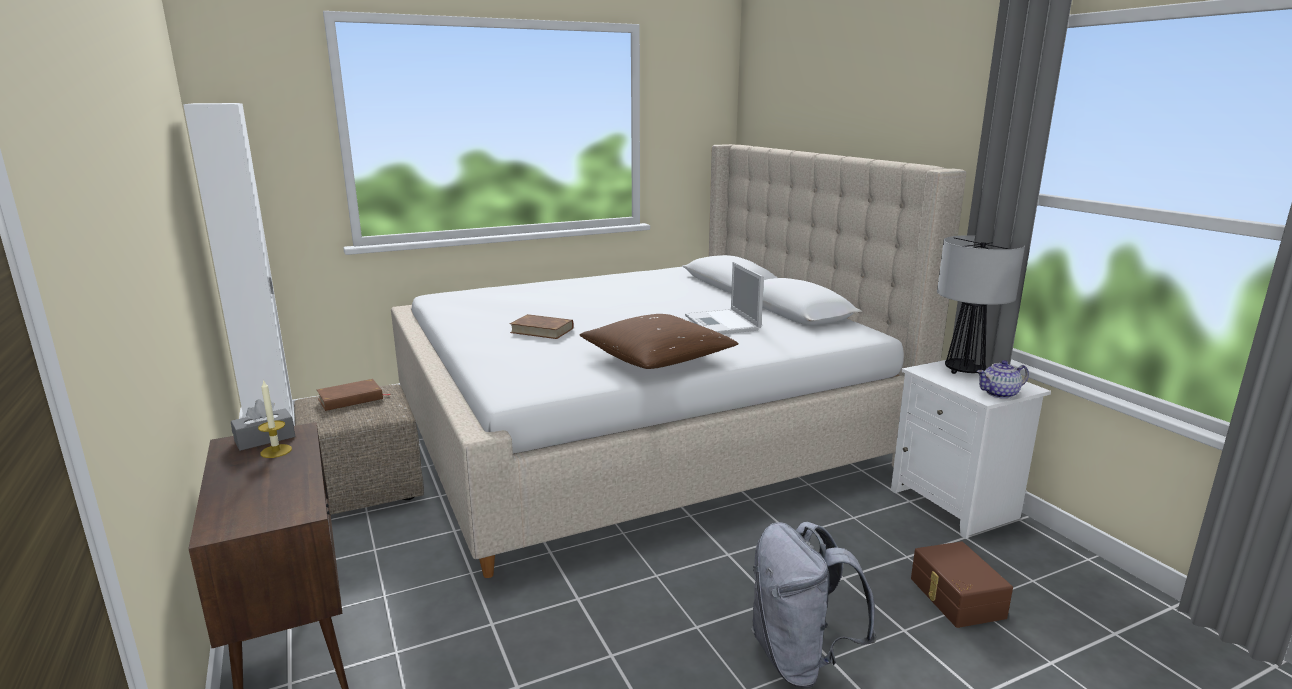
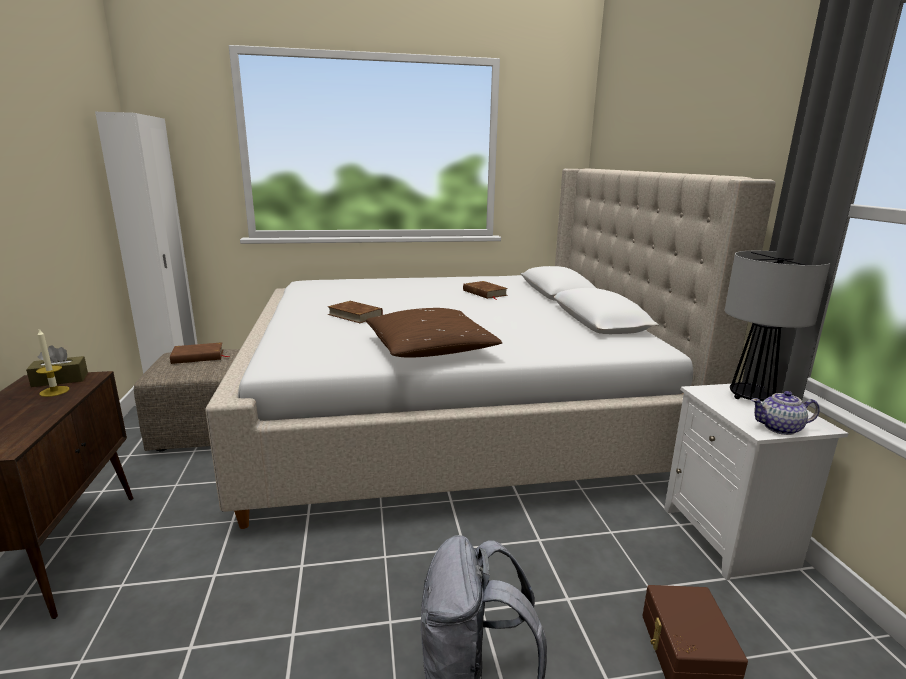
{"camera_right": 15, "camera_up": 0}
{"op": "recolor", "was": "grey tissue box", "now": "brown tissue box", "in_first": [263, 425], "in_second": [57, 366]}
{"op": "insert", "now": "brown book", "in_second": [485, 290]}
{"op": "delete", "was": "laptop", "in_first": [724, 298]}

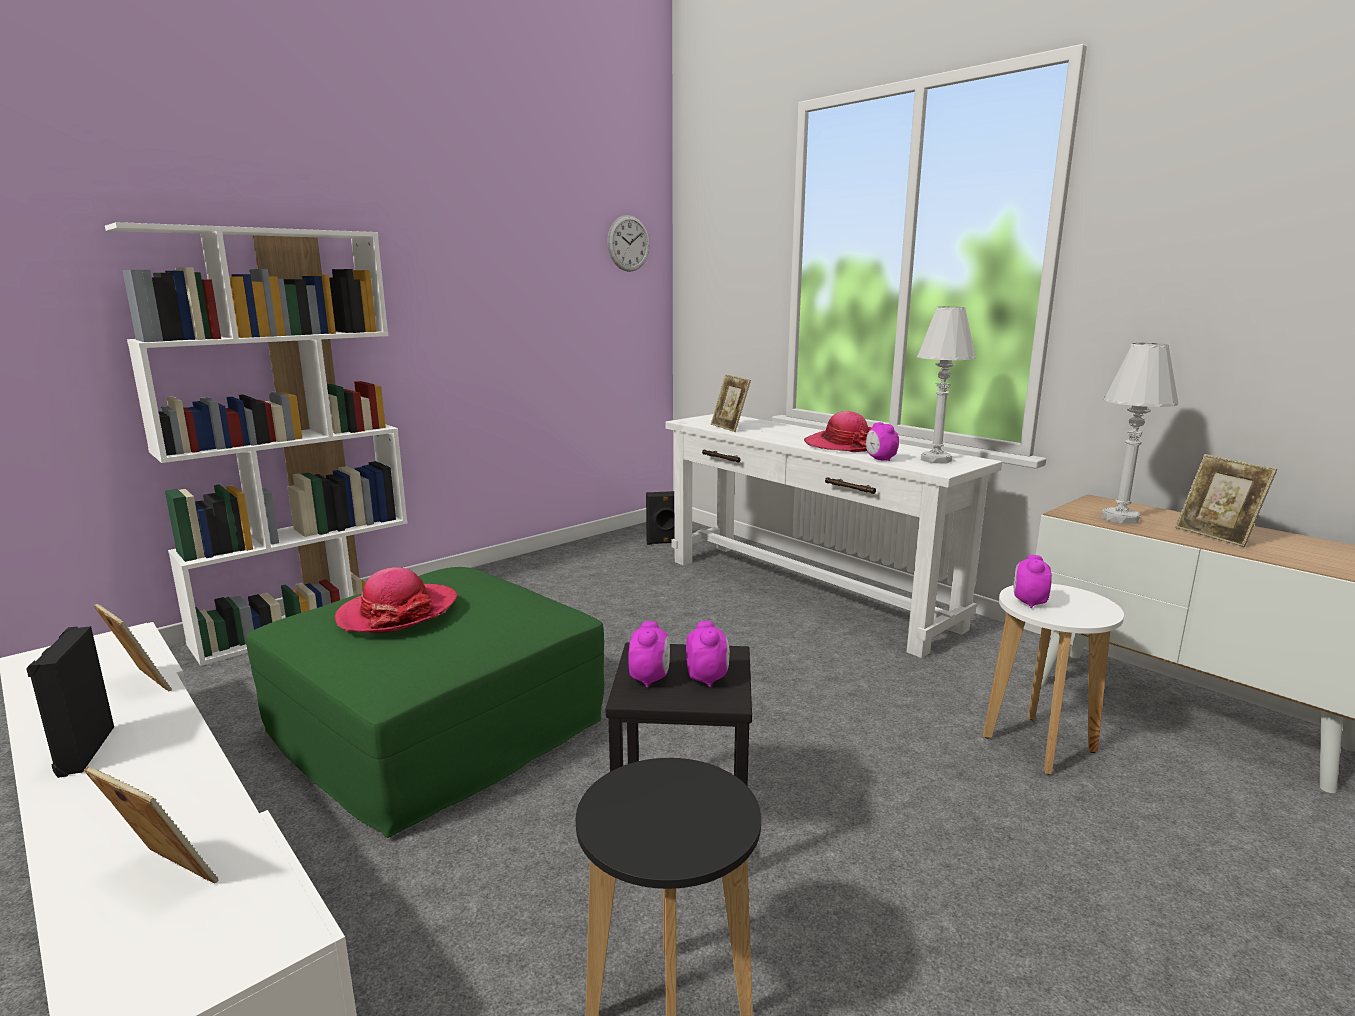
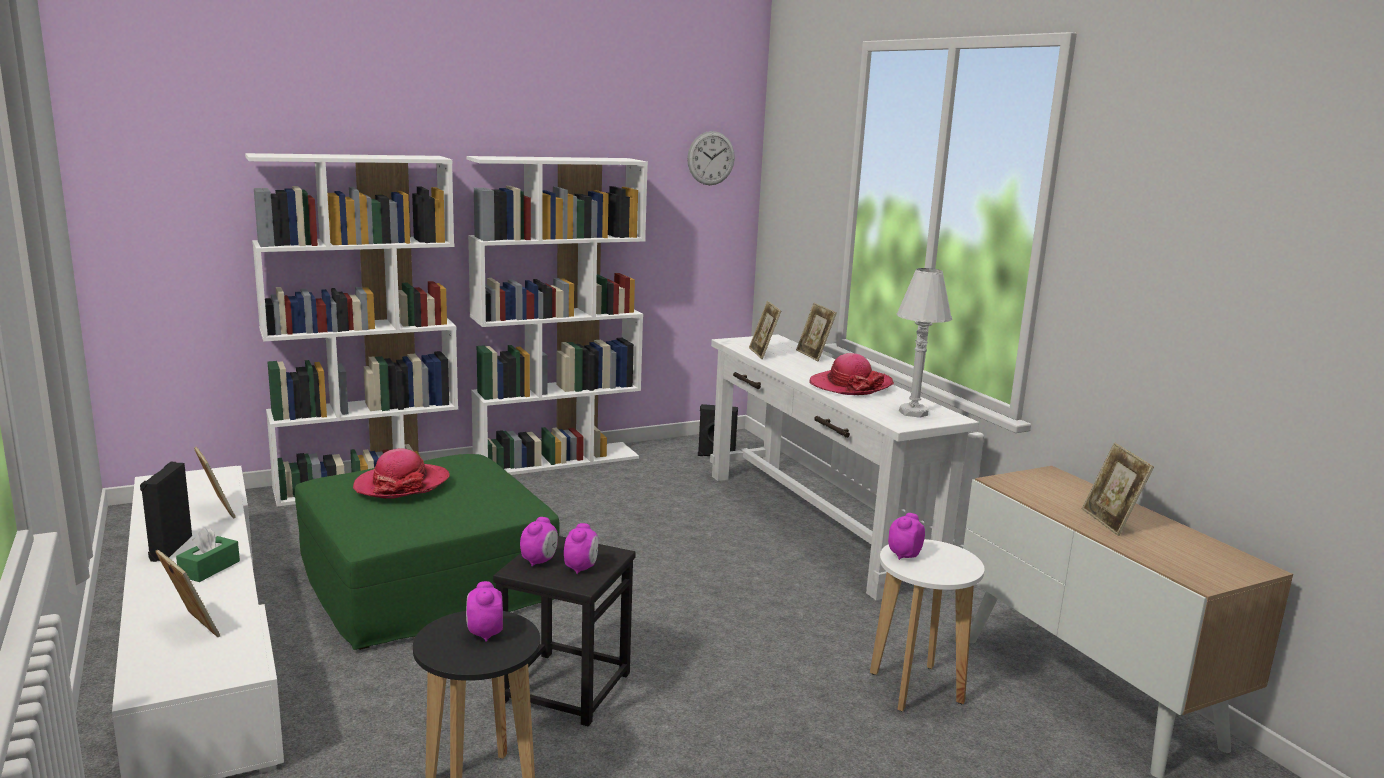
{"camera_right": 15, "camera_up": 0}
{"op": "insert", "now": "green tissue box", "in_second": [208, 554]}
{"op": "move", "was": "alarm clock", "in_first": [882, 442], "in_second": [484, 611]}
{"op": "insert", "now": "white bookcase", "in_second": [557, 315]}
{"op": "insert", "now": "picture frame", "in_second": [816, 332]}
{"op": "delete", "was": "white table lamp", "in_first": [1140, 433]}

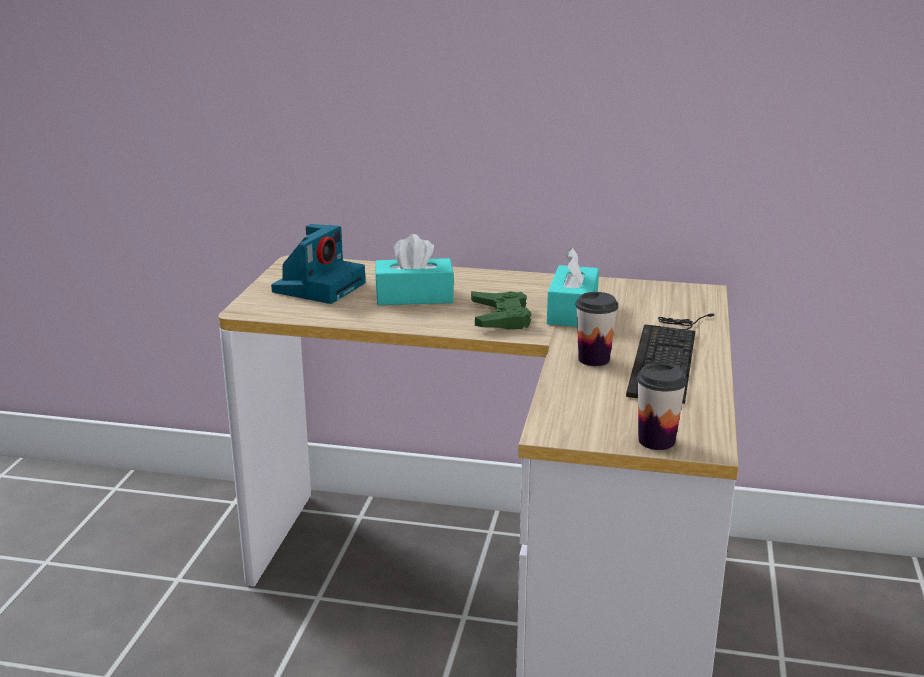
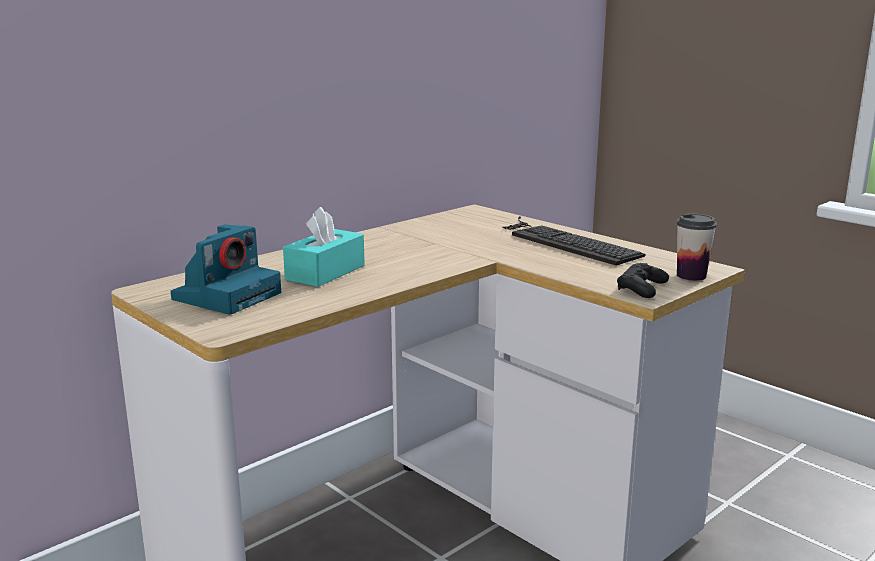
{"camera_right": -55, "camera_up": -5}
{"op": "rotate", "was": "photo camera", "in_first": [318, 264], "in_second": [226, 269], "clockwise": 60}
{"op": "insert", "now": "black game controller", "in_second": [643, 280]}
{"op": "delete", "was": "green game controller", "in_first": [501, 310]}
{"op": "delete", "was": "turquoise tissue box", "in_first": [573, 287]}
{"op": "delete", "was": "cup", "in_first": [597, 329]}

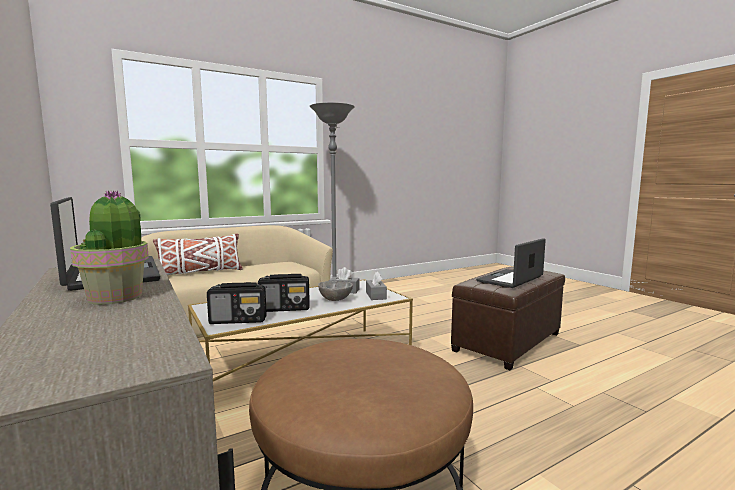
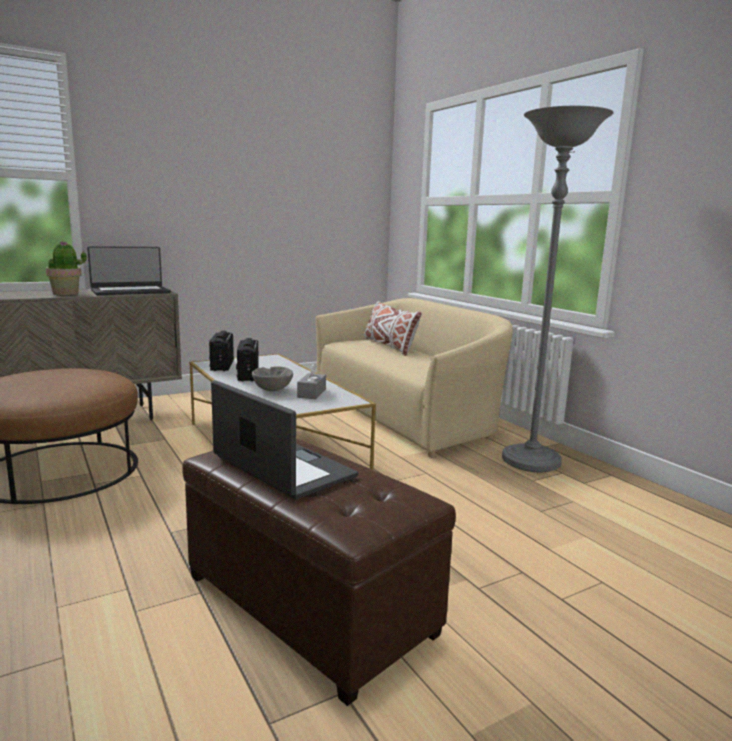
{"camera_right": 90, "camera_up": 5}
{"op": "delete", "was": "grey tissue box", "in_first": [376, 285]}

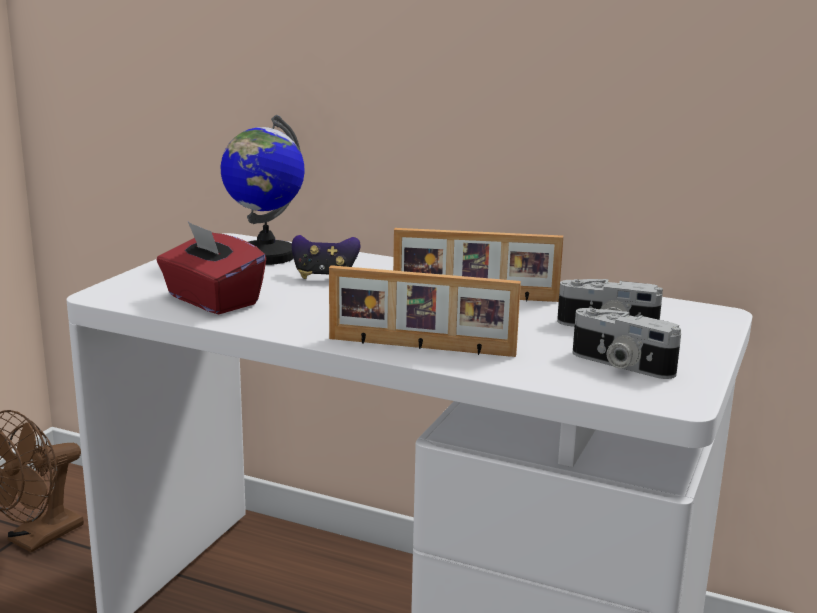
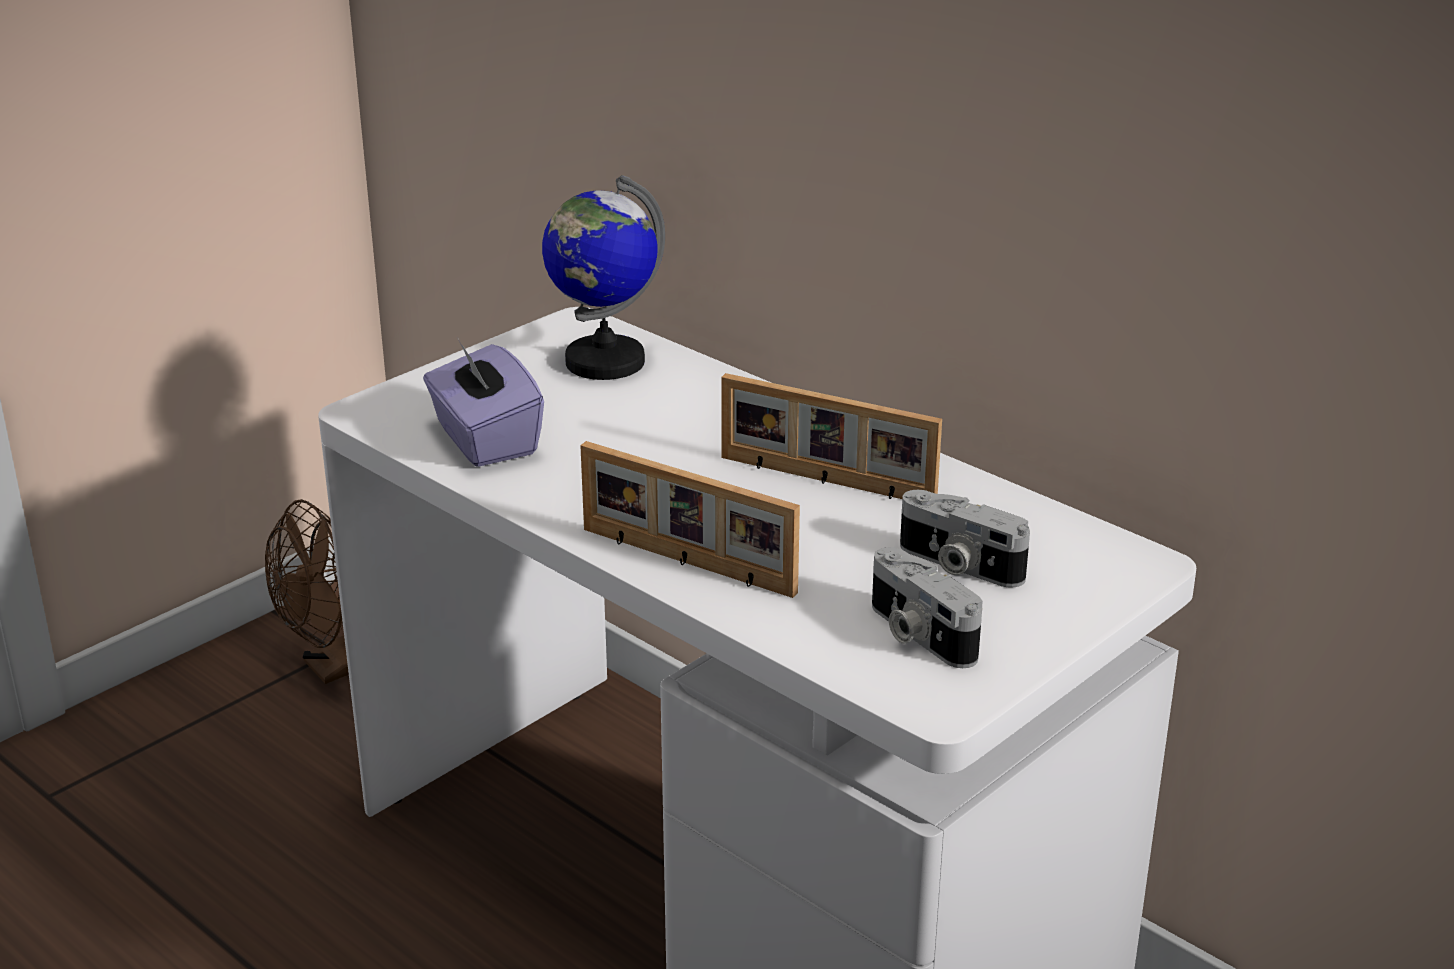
{"camera_right": 20, "camera_up": 10}
{"op": "recolor", "was": "red tissue box", "now": "purple tissue box", "in_first": [211, 268], "in_second": [483, 403]}
{"op": "delete", "was": "game controller", "in_first": [326, 257]}

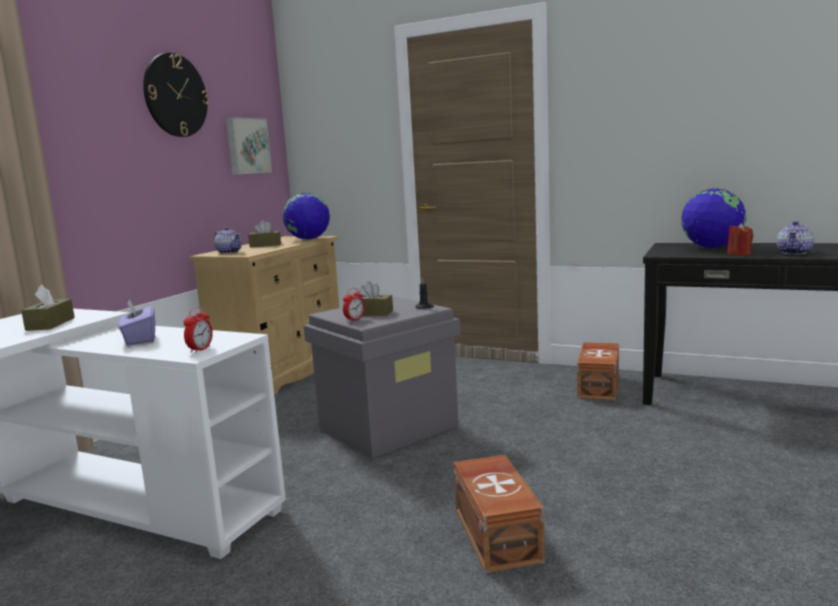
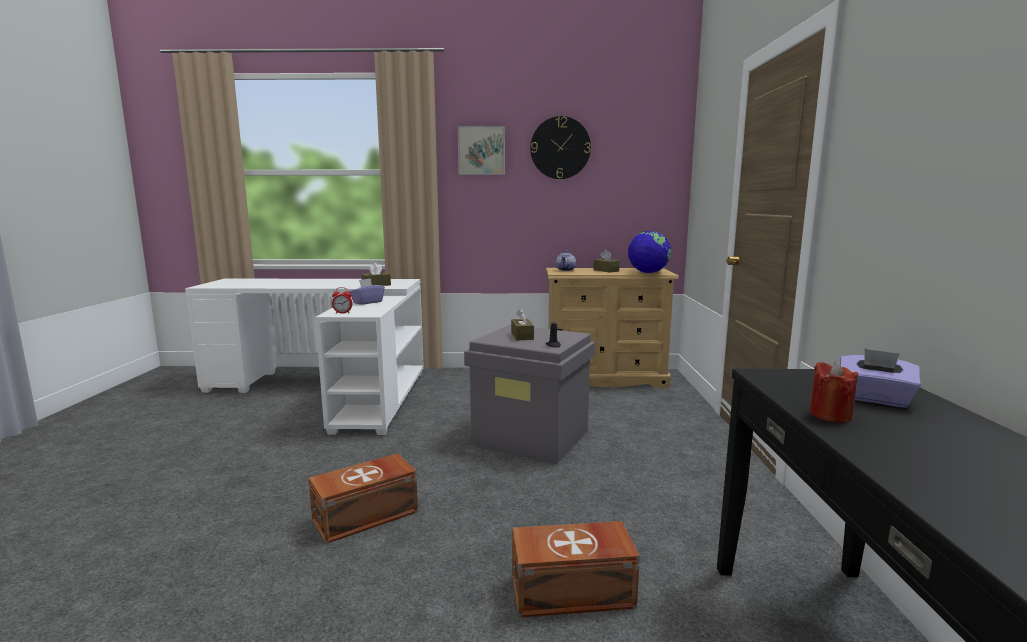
{"camera_right": 65, "camera_up": 0}
{"op": "move", "was": "picture", "in_first": [249, 146], "in_second": [481, 150]}
{"op": "move", "was": "brown storage box", "in_first": [598, 371], "in_second": [576, 569]}
{"op": "replace", "was": "globe", "now": "purple tissue box", "in_first": [713, 218], "in_second": [880, 378]}
{"op": "delete", "was": "alarm clock", "in_first": [354, 305]}
{"op": "delete", "was": "teapot", "in_first": [795, 237]}

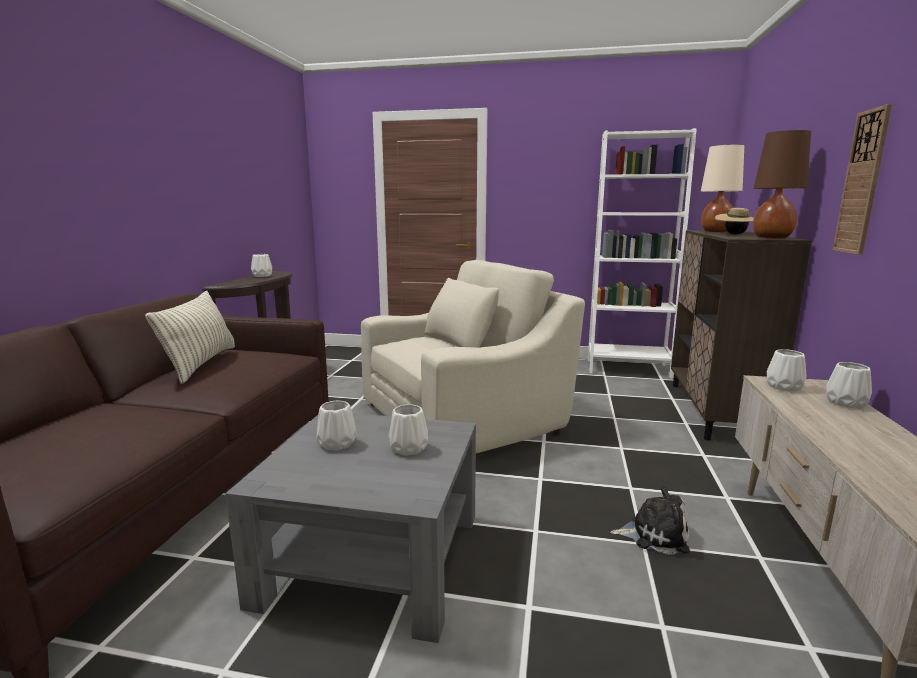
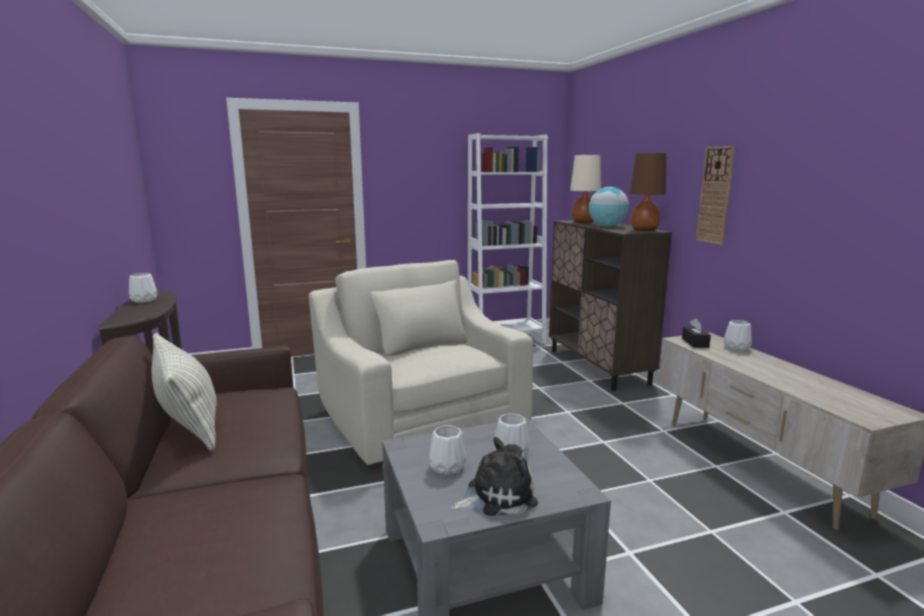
{"camera_right": -30, "camera_up": 0}
{"op": "rotate", "was": "beige armchair", "in_first": [473, 356], "in_second": [421, 364], "clockwise": -60}
{"op": "move", "was": "plush toy", "in_first": [650, 520], "in_second": [494, 476]}
{"op": "replace", "was": "beige hat", "now": "globe", "in_first": [734, 221], "in_second": [609, 207]}
{"op": "replace", "was": "white vase", "now": "black tissue box", "in_first": [787, 370], "in_second": [696, 333]}

